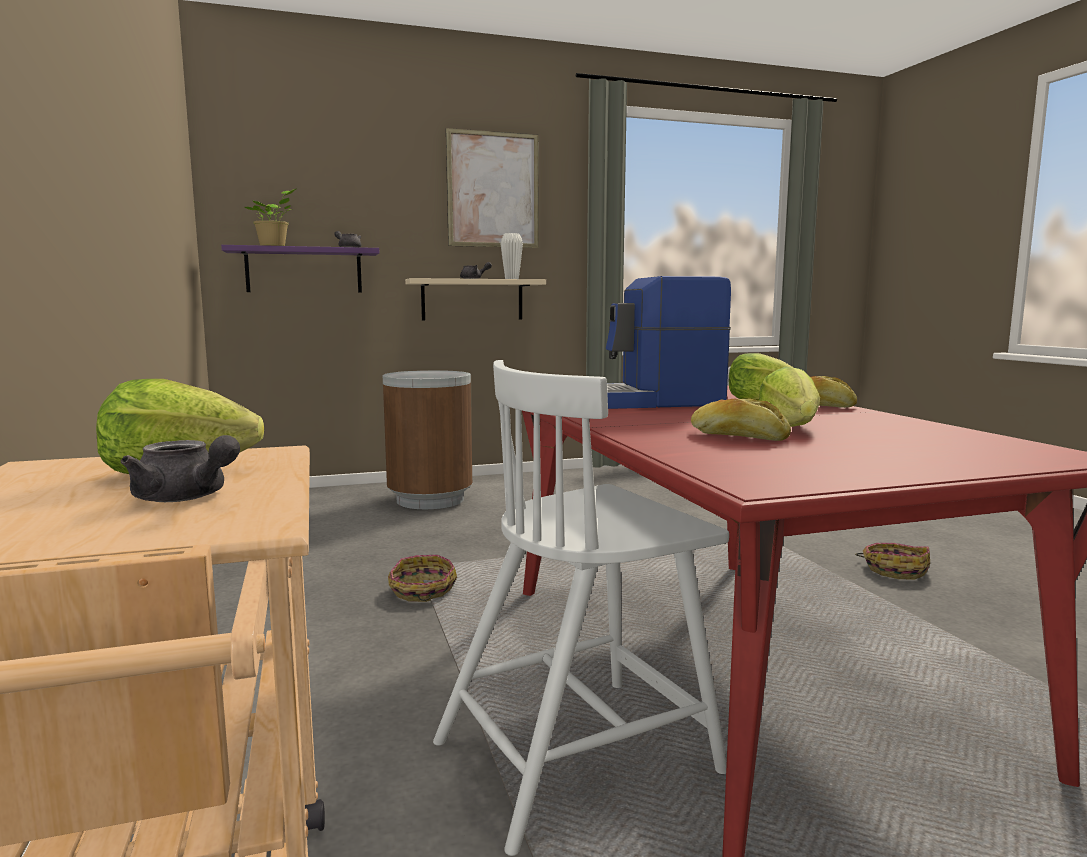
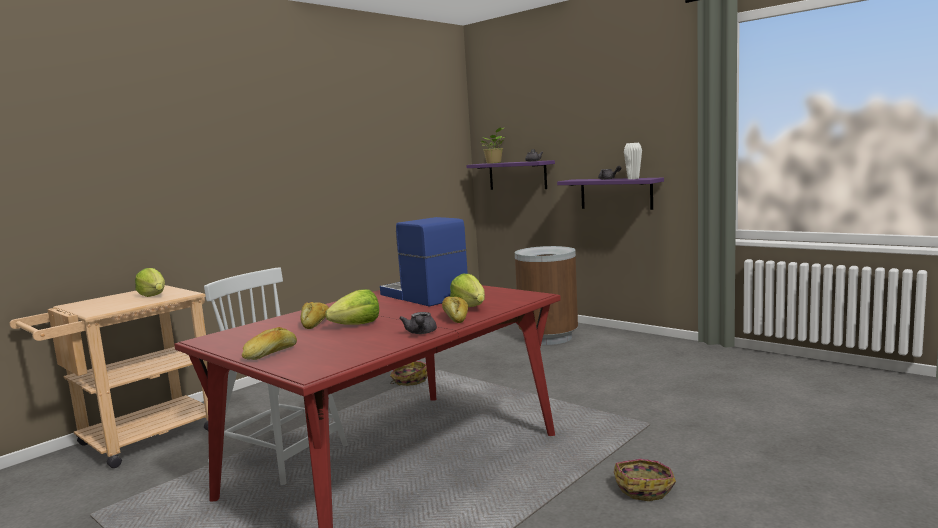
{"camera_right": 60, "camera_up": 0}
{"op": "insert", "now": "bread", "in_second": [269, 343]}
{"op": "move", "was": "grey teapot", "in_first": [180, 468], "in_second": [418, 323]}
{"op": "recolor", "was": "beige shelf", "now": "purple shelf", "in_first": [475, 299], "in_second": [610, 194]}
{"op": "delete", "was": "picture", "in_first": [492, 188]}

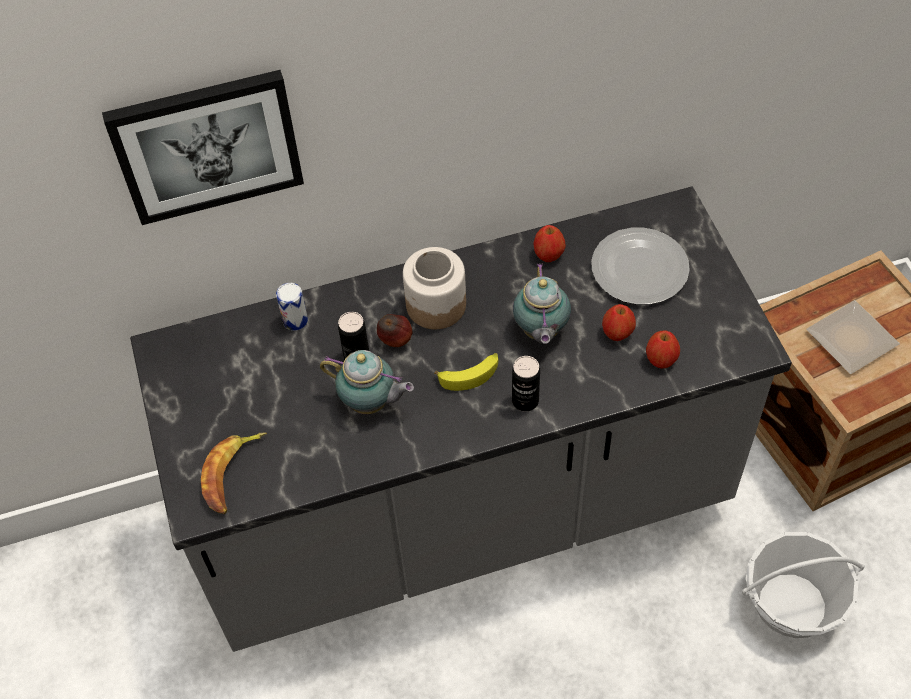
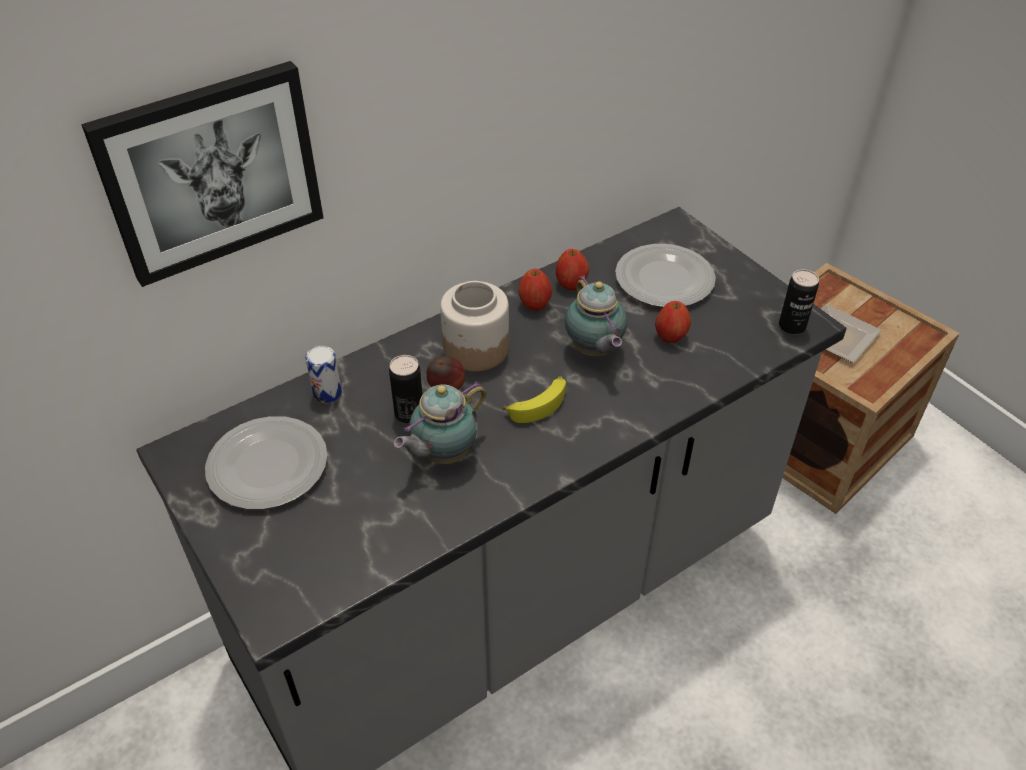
{"camera_right": -20, "camera_up": -10}
{"op": "insert", "now": "plate", "in_second": [266, 463]}
{"op": "rotate", "was": "teapot", "in_first": [367, 382], "in_second": [440, 422], "clockwise": 135}
{"op": "move", "was": "apple", "in_first": [663, 349], "in_second": [535, 290]}
{"op": "move", "was": "can", "in_first": [526, 383], "in_second": [799, 301]}
{"op": "delete", "was": "banana", "in_first": [234, 473]}
{"op": "delete", "was": "basket", "in_first": [803, 585]}

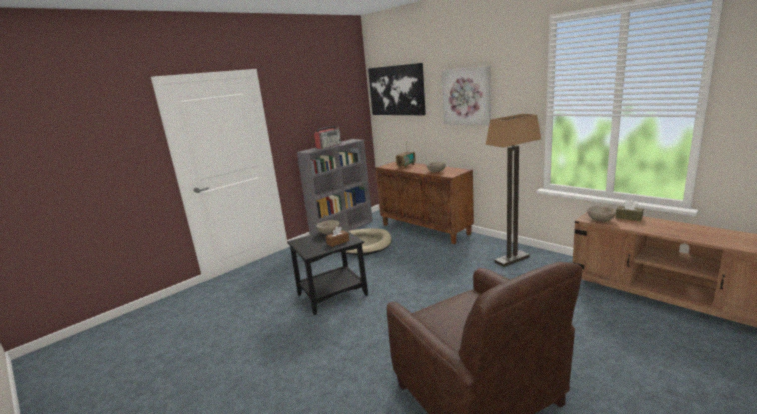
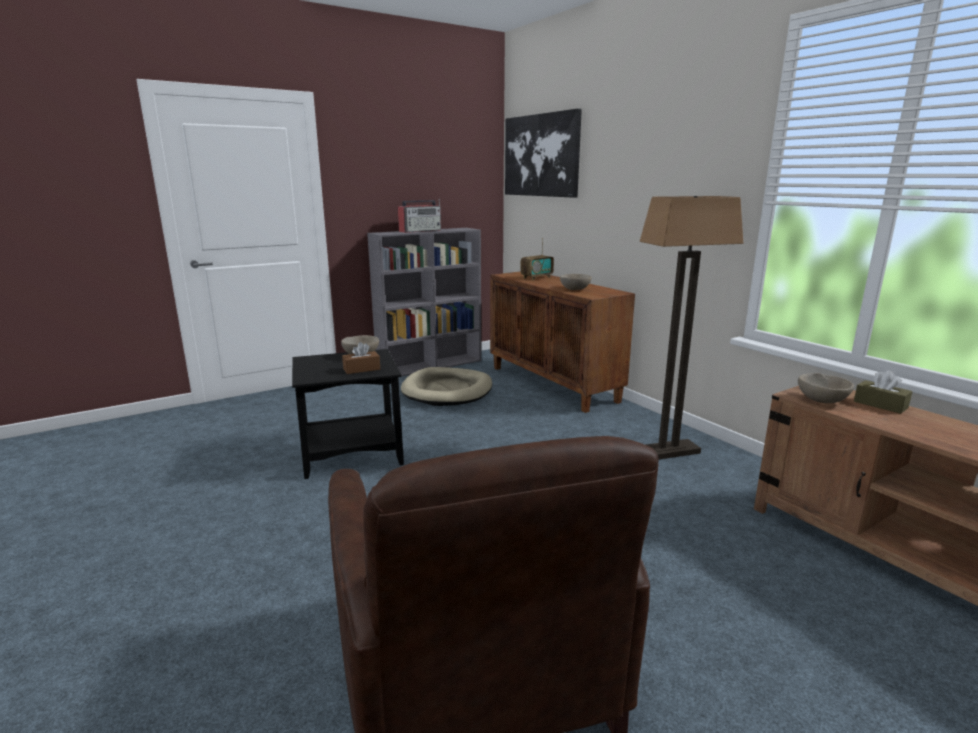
{"camera_right": 10, "camera_up": 0}
{"op": "delete", "was": "picture", "in_first": [466, 95]}

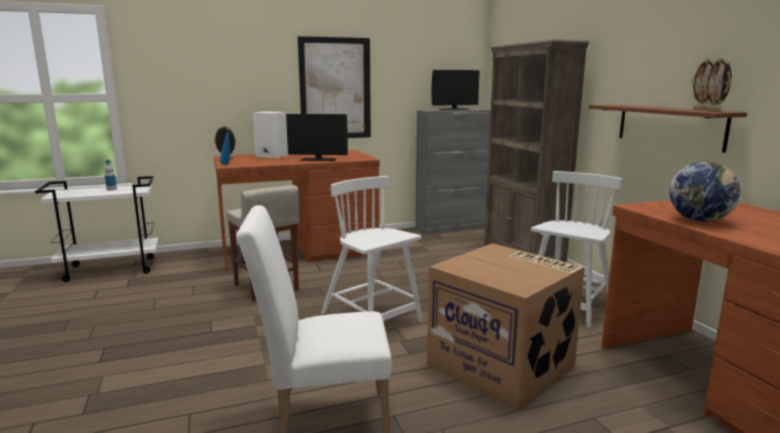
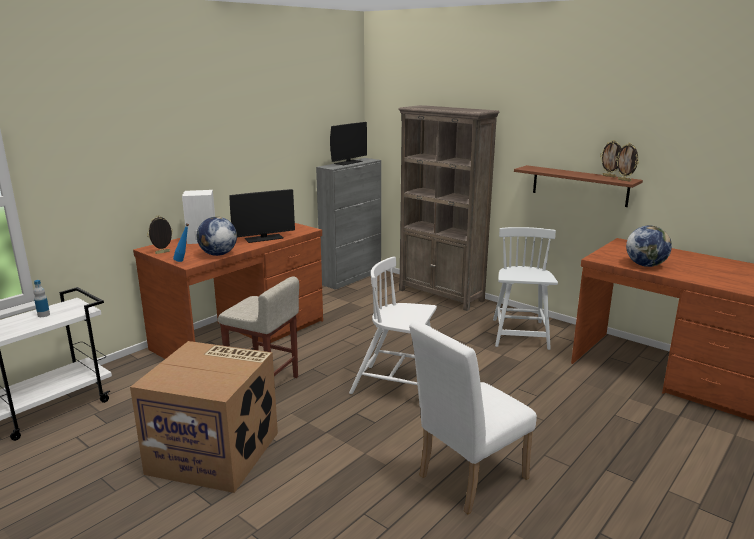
{"camera_right": -30, "camera_up": 5}
{"op": "move", "was": "cardboard box", "in_first": [506, 326], "in_second": [204, 417]}
{"op": "insert", "now": "globe", "in_second": [217, 236]}
{"op": "delete", "was": "picture", "in_first": [334, 87]}

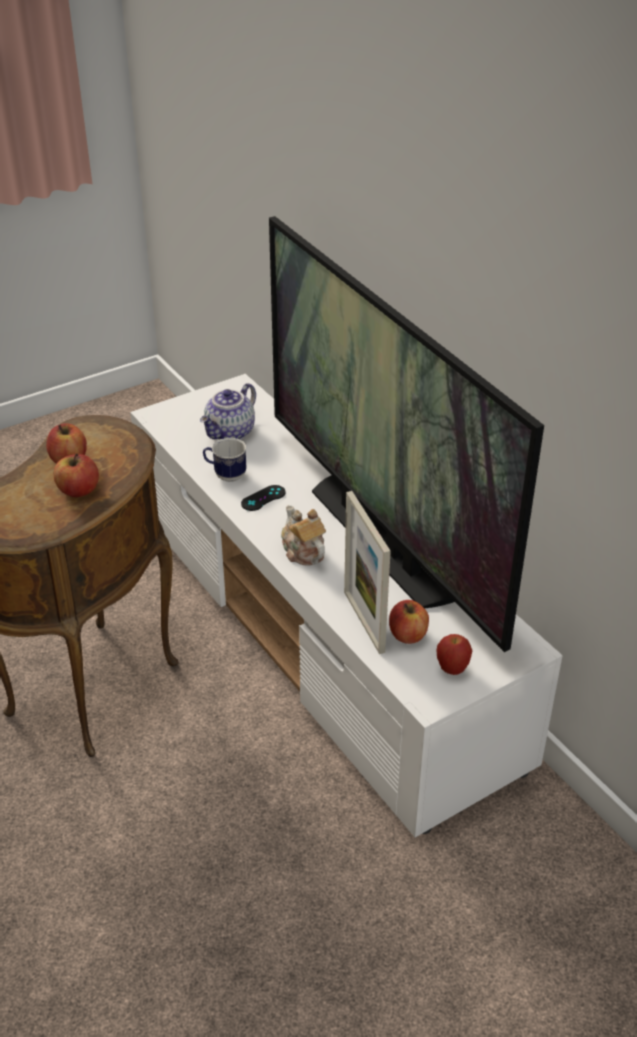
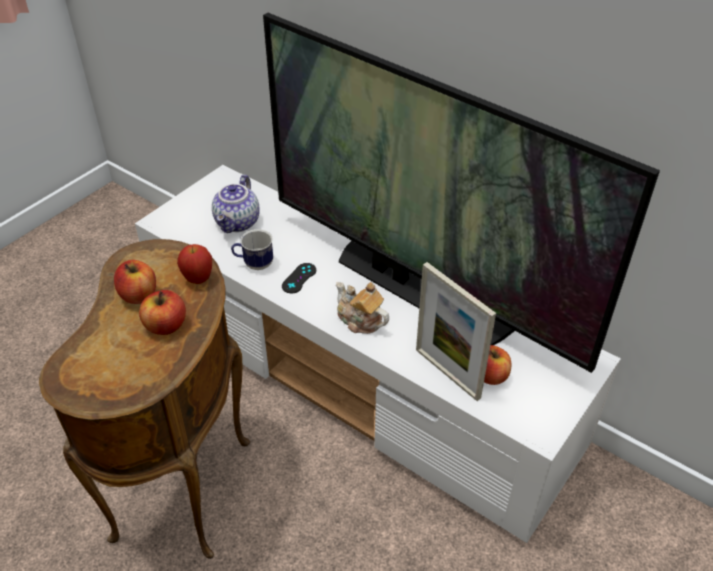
{"camera_right": -20, "camera_up": 5}
{"op": "move", "was": "apple", "in_first": [454, 654], "in_second": [194, 264]}

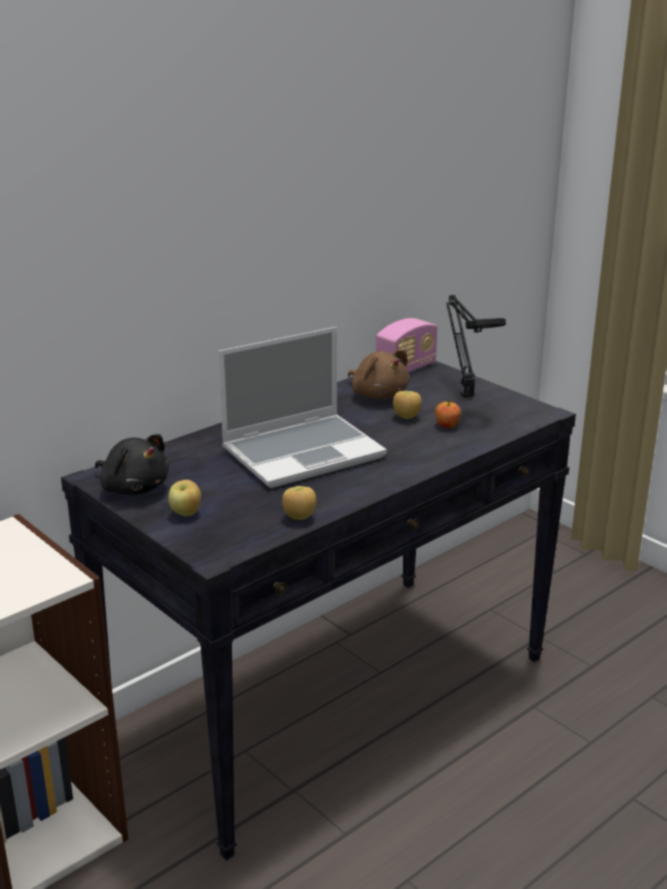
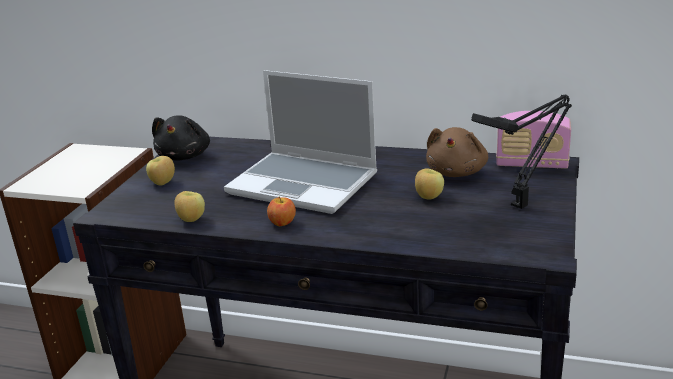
{"camera_right": 60, "camera_up": 0}
{"op": "move", "was": "apple", "in_first": [448, 414], "in_second": [281, 211]}

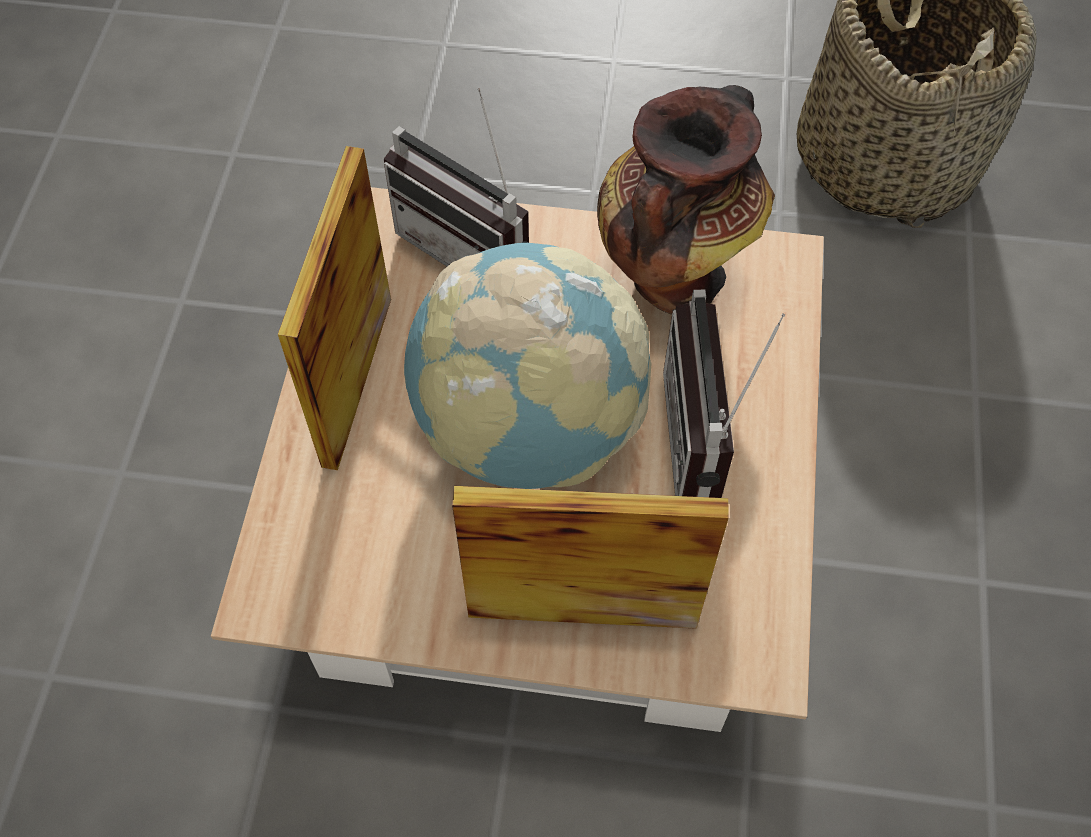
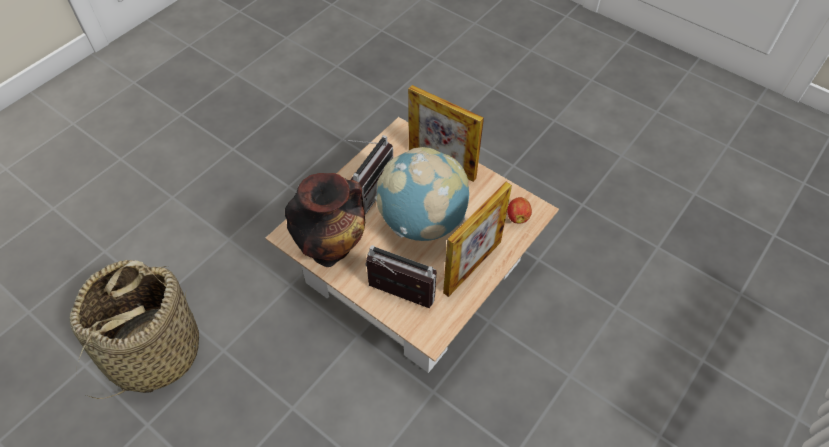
{"camera_right": -150, "camera_up": -5}
{"op": "rotate", "was": "radio", "in_first": [456, 177], "in_second": [401, 276], "clockwise": -45}
{"op": "insert", "now": "apple", "in_second": [519, 210]}

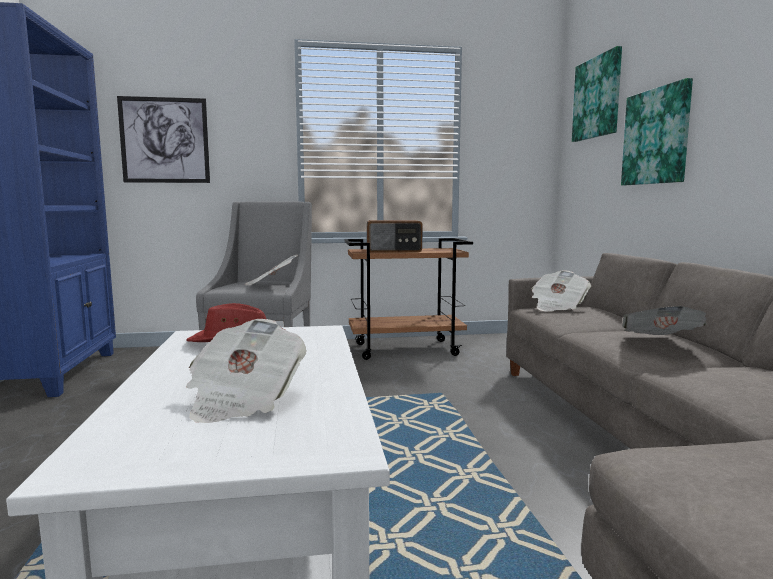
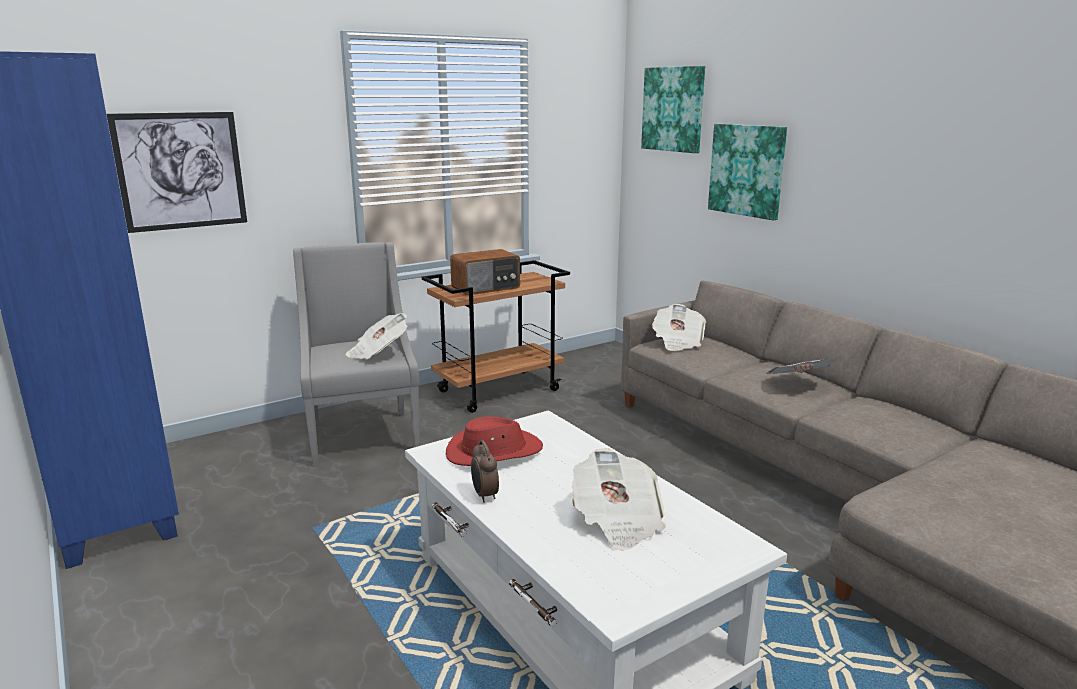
{"camera_right": -25, "camera_up": 10}
{"op": "insert", "now": "alarm clock", "in_second": [485, 471]}

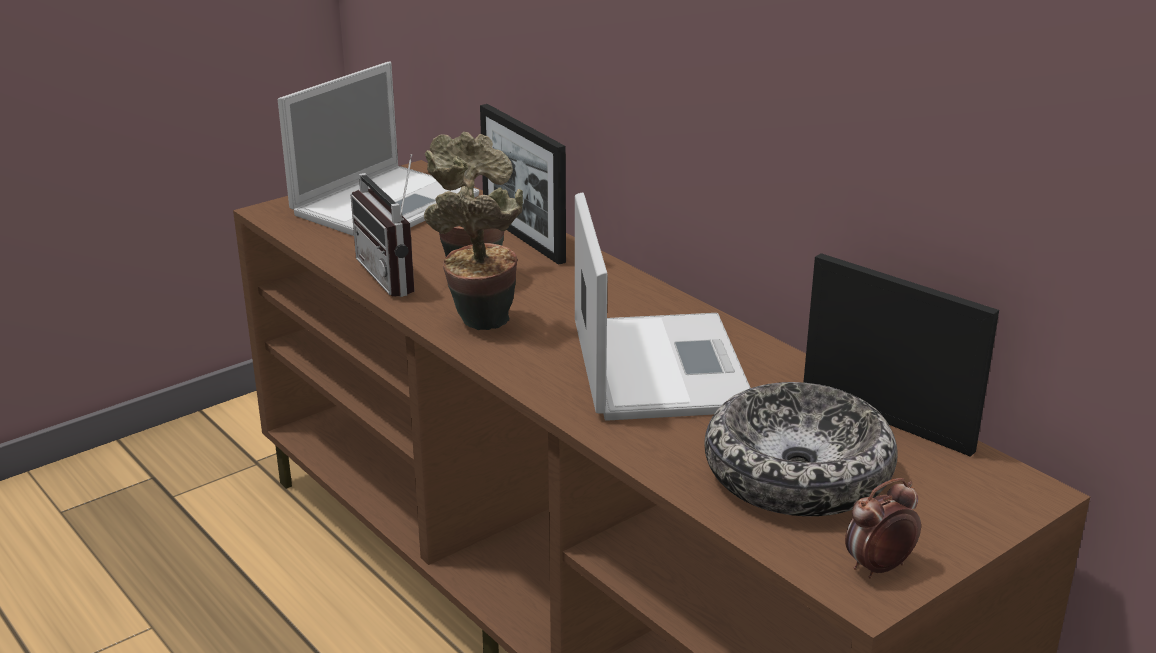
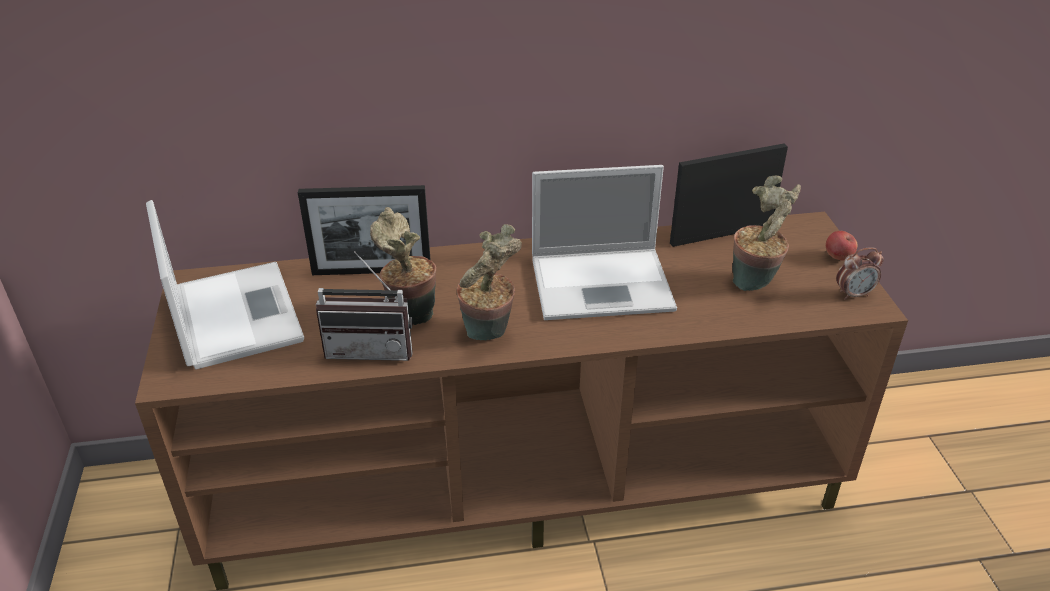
{"camera_right": -60, "camera_up": 10}
{"op": "rotate", "was": "laptop", "in_first": [662, 306], "in_second": [604, 242], "clockwise": 150}
{"op": "replace", "was": "bowl", "now": "potted plant", "in_first": [800, 449], "in_second": [766, 233]}
{"op": "insert", "now": "apple", "in_second": [841, 246]}
{"op": "rotate", "was": "alarm clock", "in_first": [883, 528], "in_second": [860, 273], "clockwise": -105}

